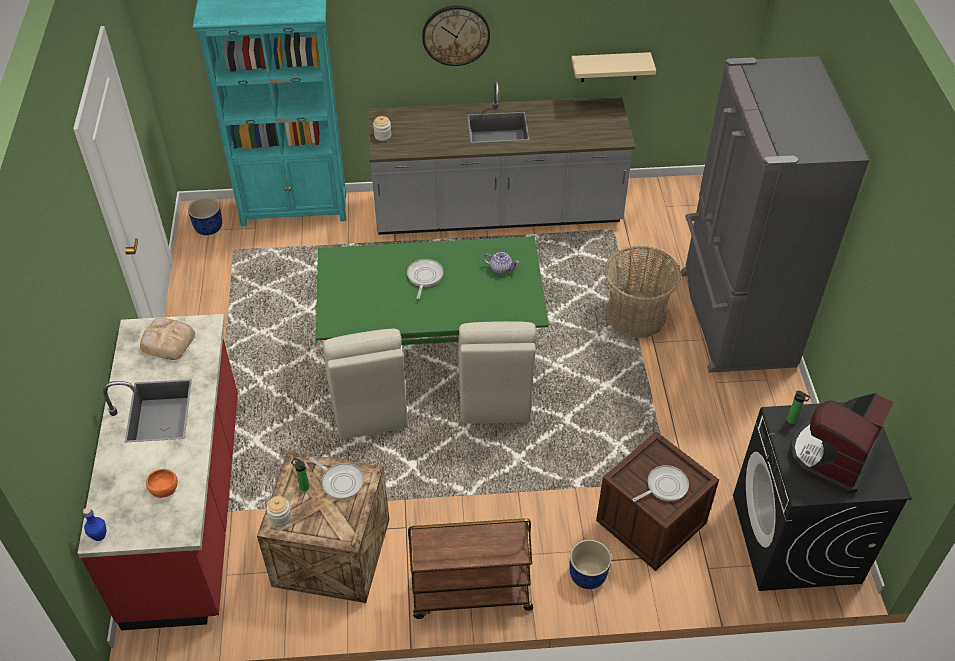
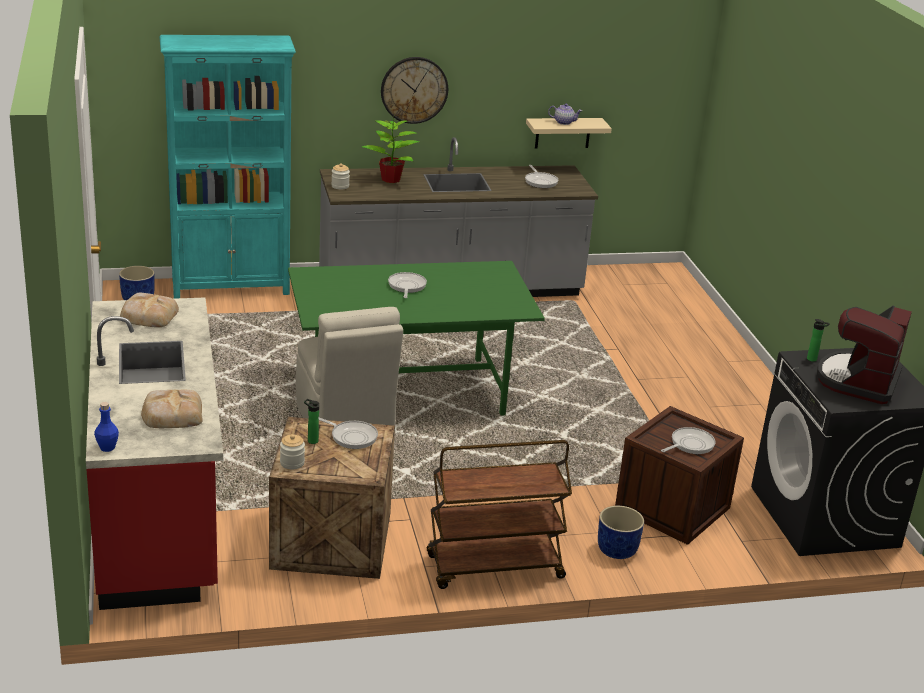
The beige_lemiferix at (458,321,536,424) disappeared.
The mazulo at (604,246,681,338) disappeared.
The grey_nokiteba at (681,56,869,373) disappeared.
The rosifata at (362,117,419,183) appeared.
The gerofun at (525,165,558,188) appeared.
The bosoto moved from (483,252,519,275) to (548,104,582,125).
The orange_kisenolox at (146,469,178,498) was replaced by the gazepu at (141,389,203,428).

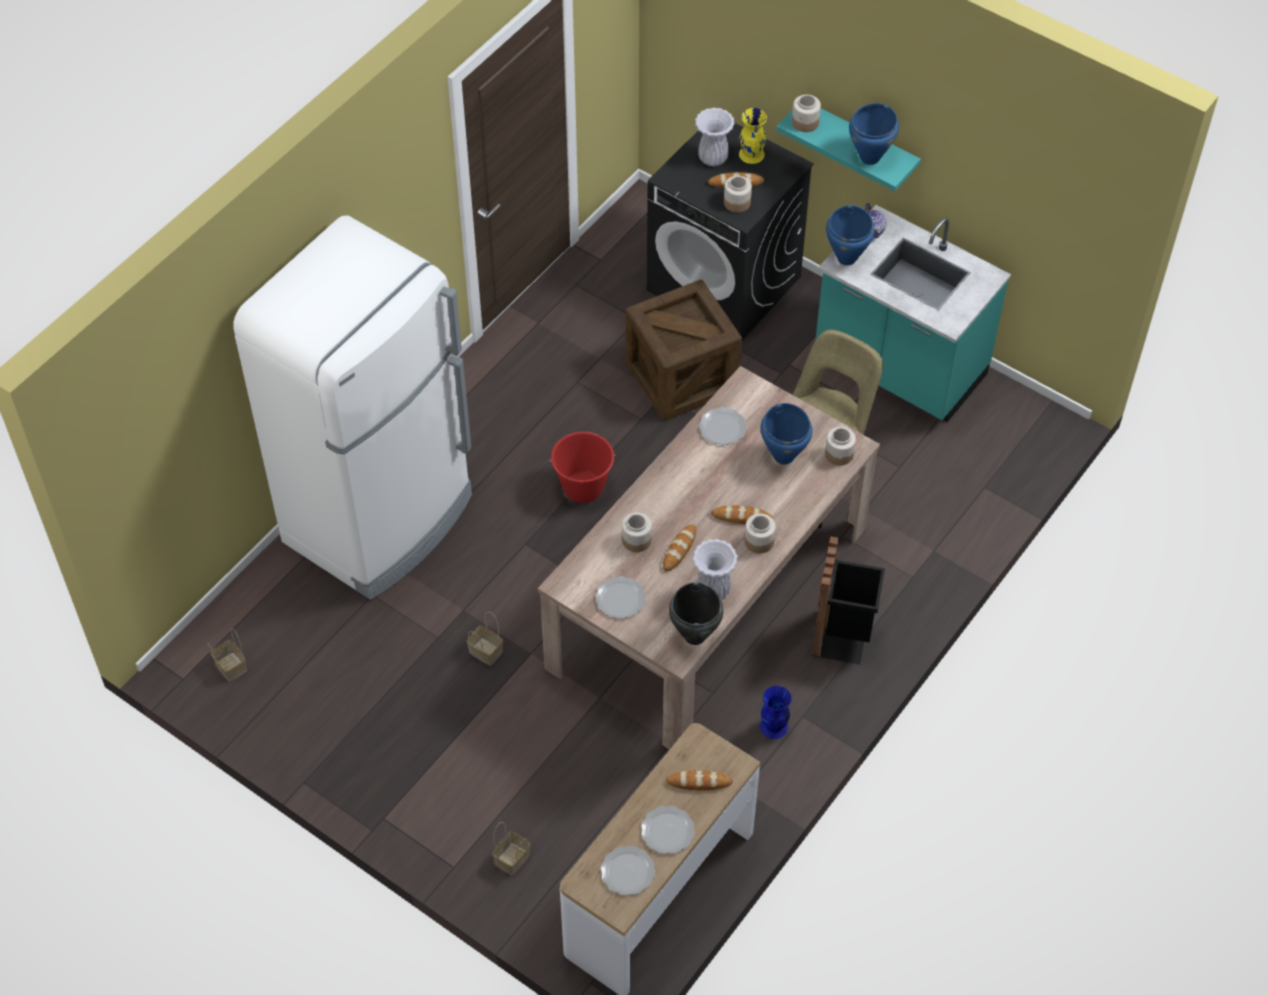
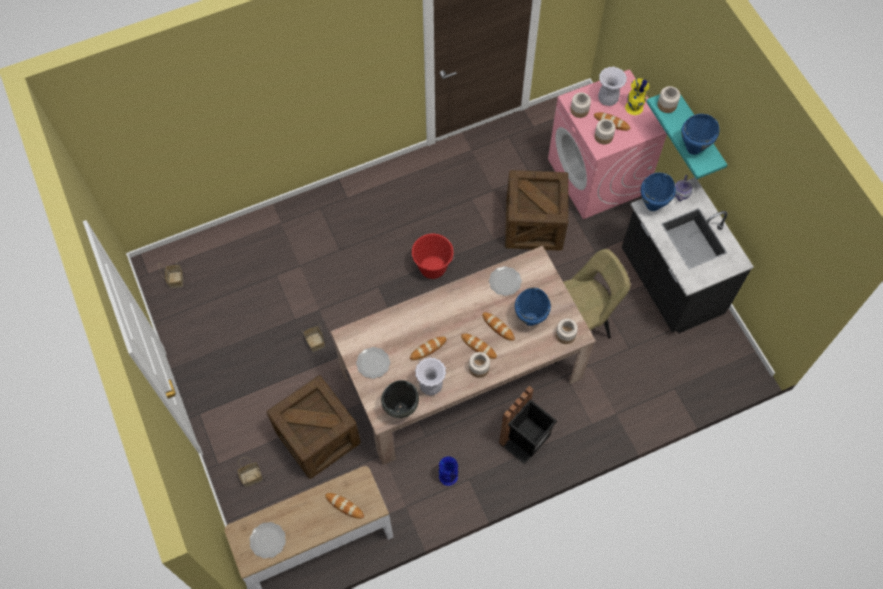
The white_nokiteba at (233,215,472,600) disappeared.
The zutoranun at (641,806,695,854) disappeared.
The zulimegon at (267,375,361,479) appeared.
The gazepu at (482,312,515,341) appeared.
The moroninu moved from (622,512,652,552) to (570,93,591,118).
The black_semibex at (647,123,814,340) became the pink_semibex at (548,69,667,219).
The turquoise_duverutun at (816,205,1011,422) became the black_duverutun at (622,177,754,333).

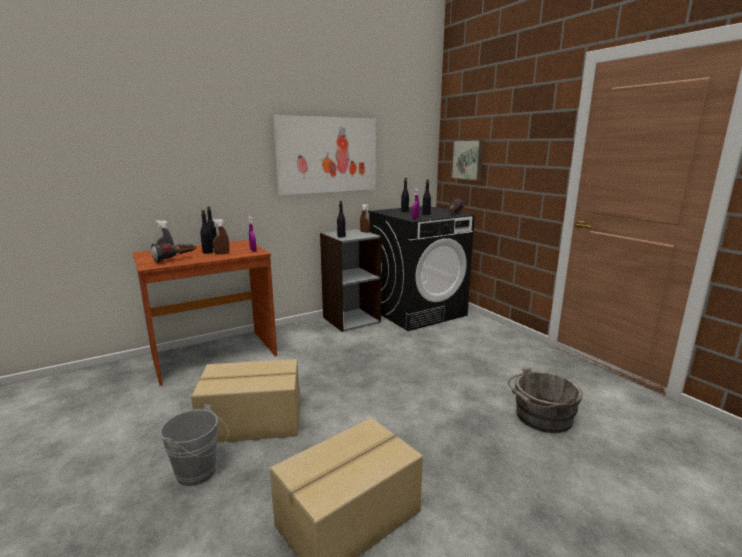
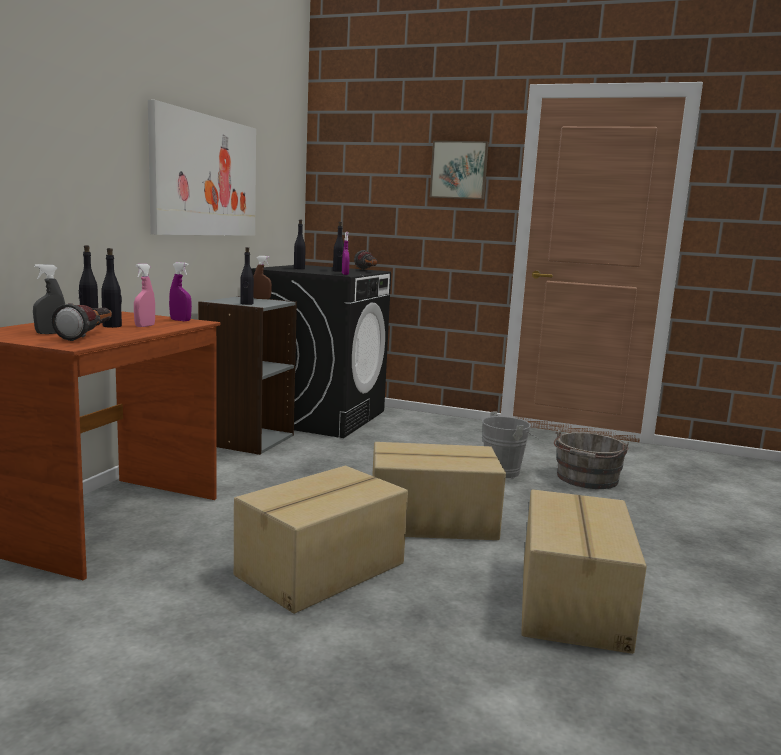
The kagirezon at (372,442,506,540) appeared.
The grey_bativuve moved from (160,404,229,487) to (482,411,538,479).
The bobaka moved from (451,140,484,181) to (430,141,489,200).
The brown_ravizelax at (212,219,229,255) became the pink_ravizelax at (134,264,155,327).

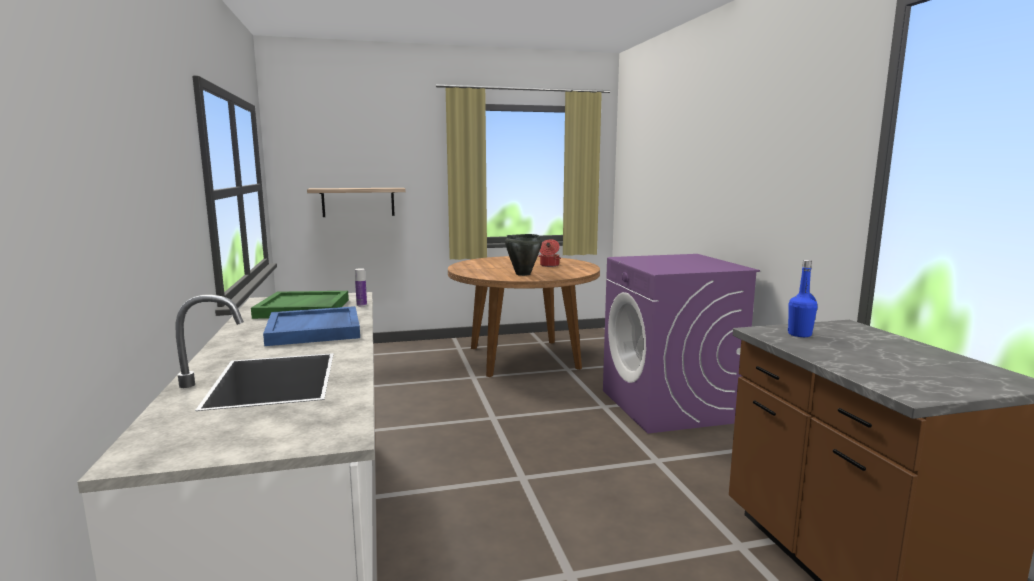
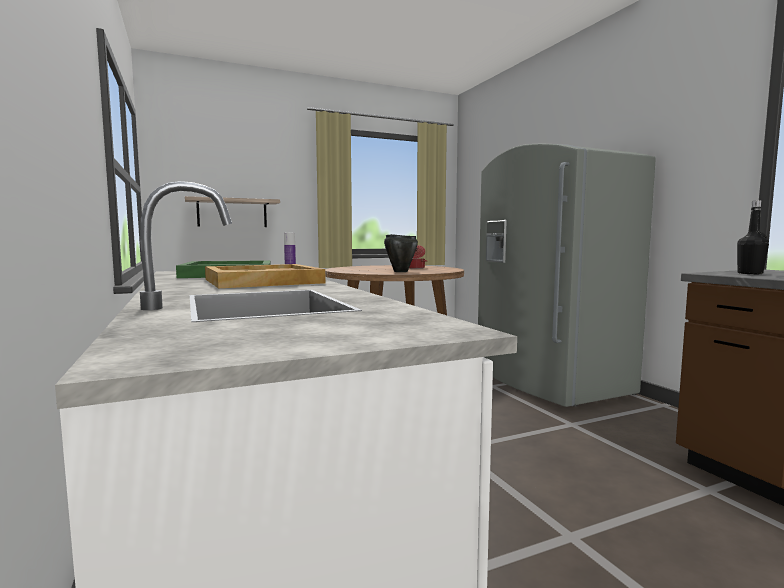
The purple_semibex at (603,254,760,434) was replaced by the grey_nokiteba at (478,143,656,407).
The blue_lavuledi at (263,306,360,346) became the beige_lavuledi at (205,264,326,288).
The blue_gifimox at (788,260,818,337) became the black_gifimox at (737,200,769,274).

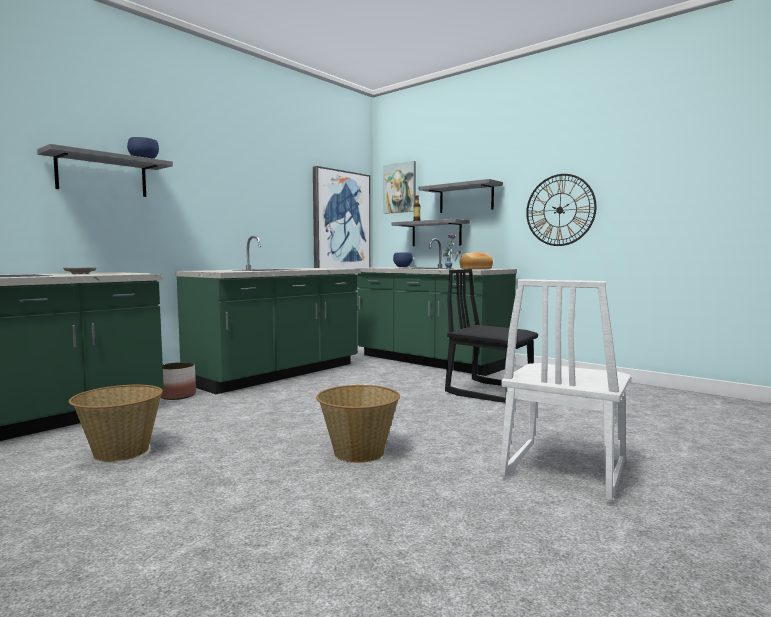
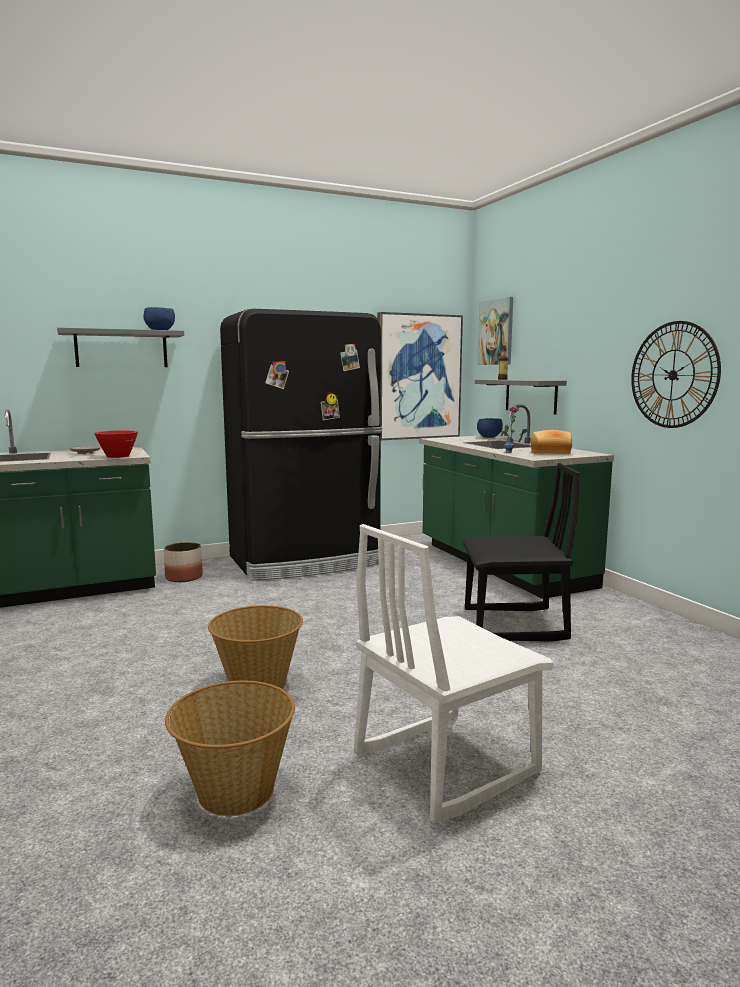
The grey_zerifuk at (419,179,503,213) disappeared.
The red_kisenolox at (94,430,138,458) appeared.
The mazulo moved from (69,385,163,462) to (165,681,295,816).
The green_duverutun at (175,236,361,394) was replaced by the black_nokiteba at (220,309,382,581).
The black_lemiferix at (445,269,538,403) turned 120 degrees clockwise.

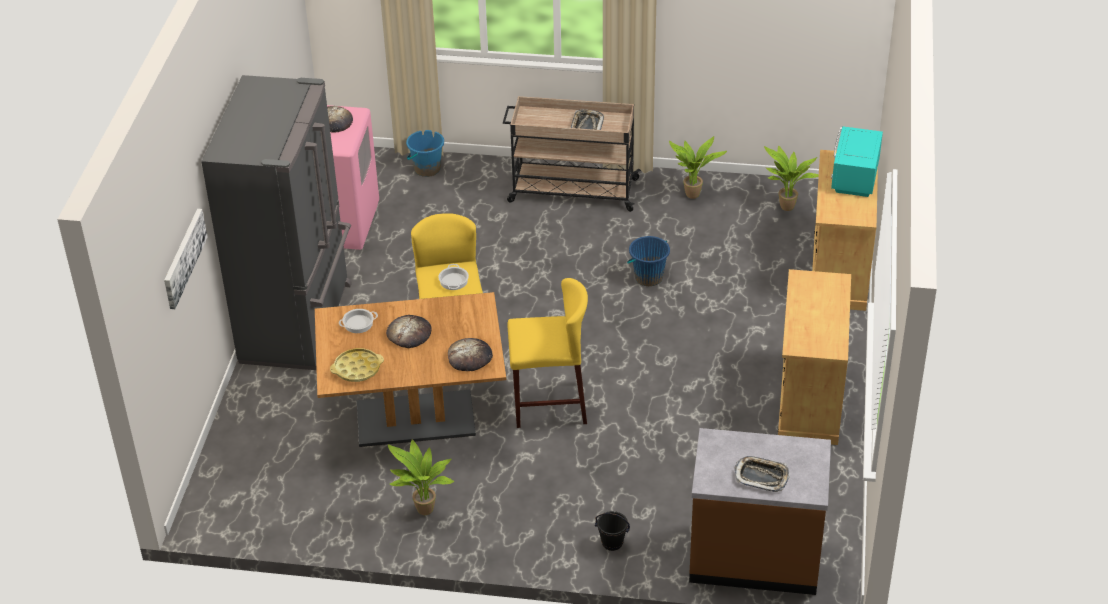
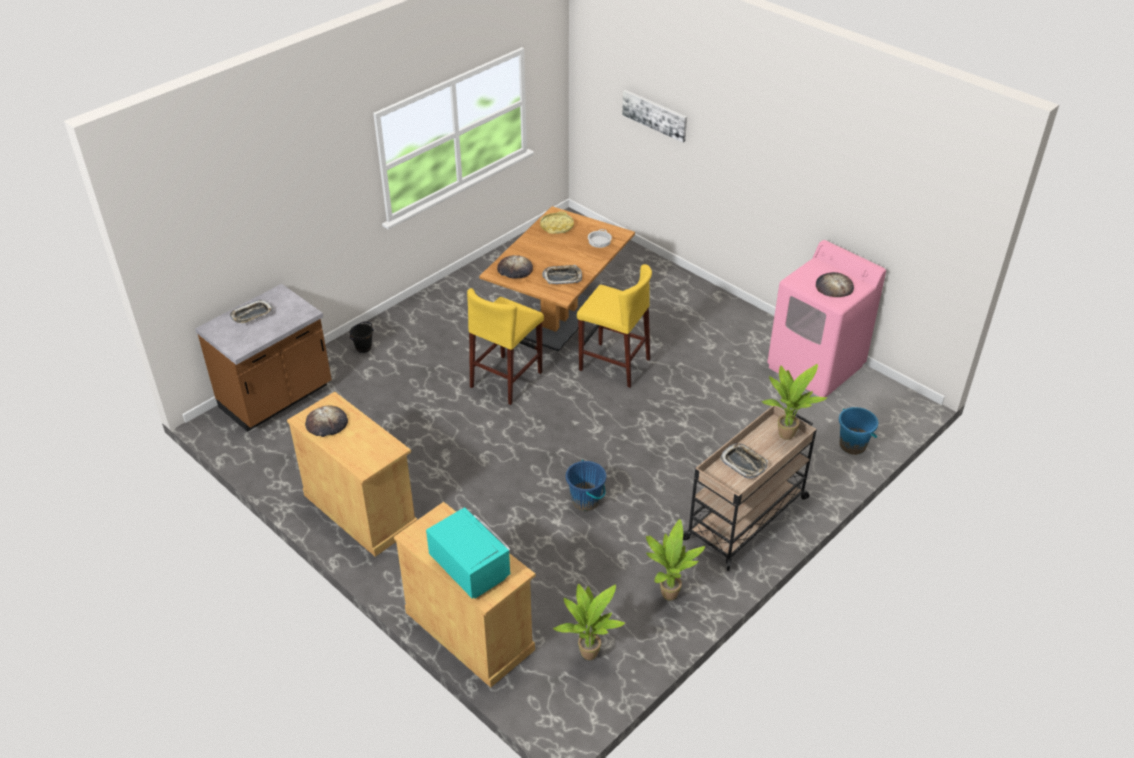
The grey_nokiteba at (201,75,352,370) disappeared.
The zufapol at (438,264,469,290) disappeared.
The lavuledi at (542,265,582,284) appeared.
The gazepu moved from (386,315,432,348) to (305,405,348,437).
The rosifata moved from (388,439,454,515) to (761,364,828,440).

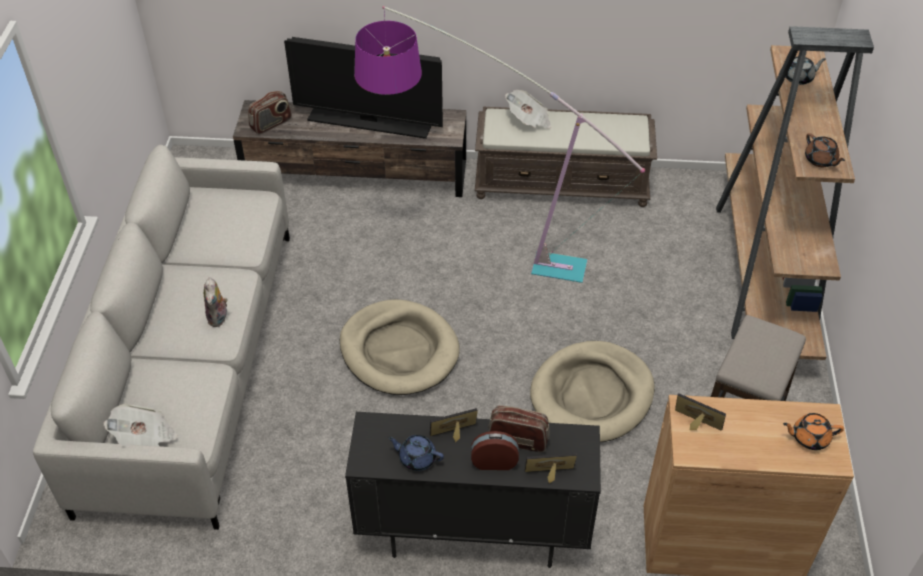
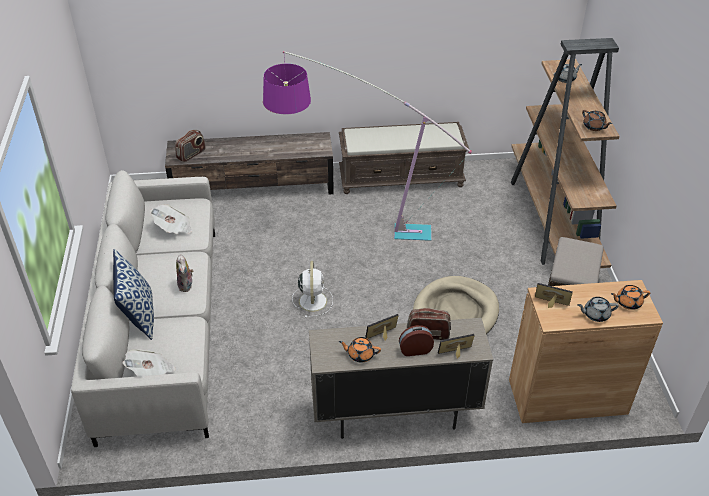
The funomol at (284,37,443,139) disappeared.
The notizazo at (113,249,154,340) appeared.
The grey_bosoto at (578,297,619,322) appeared.
The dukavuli moved from (505,90,551,129) to (150,204,192,234).
The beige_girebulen at (340,299,460,395) was replaced by the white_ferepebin at (292,261,333,318).
The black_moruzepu at (345,412,601,568) became the beige_moruzepu at (309,318,493,439).
The blue_bosoto at (387,435,444,471) became the orange_bosoto at (339,337,381,362).

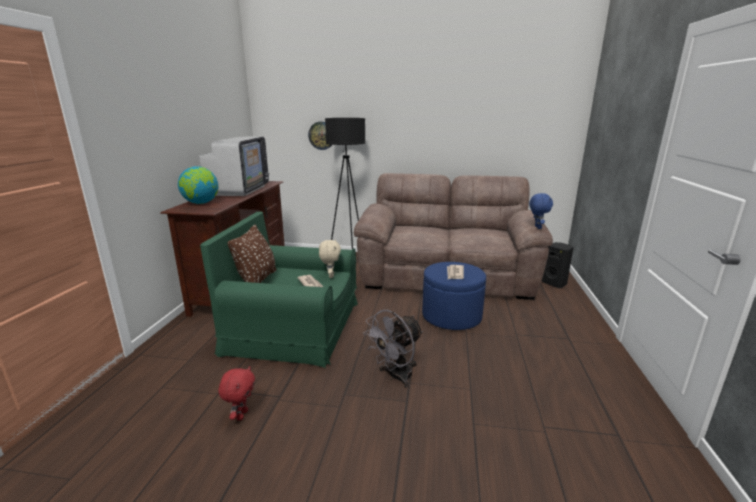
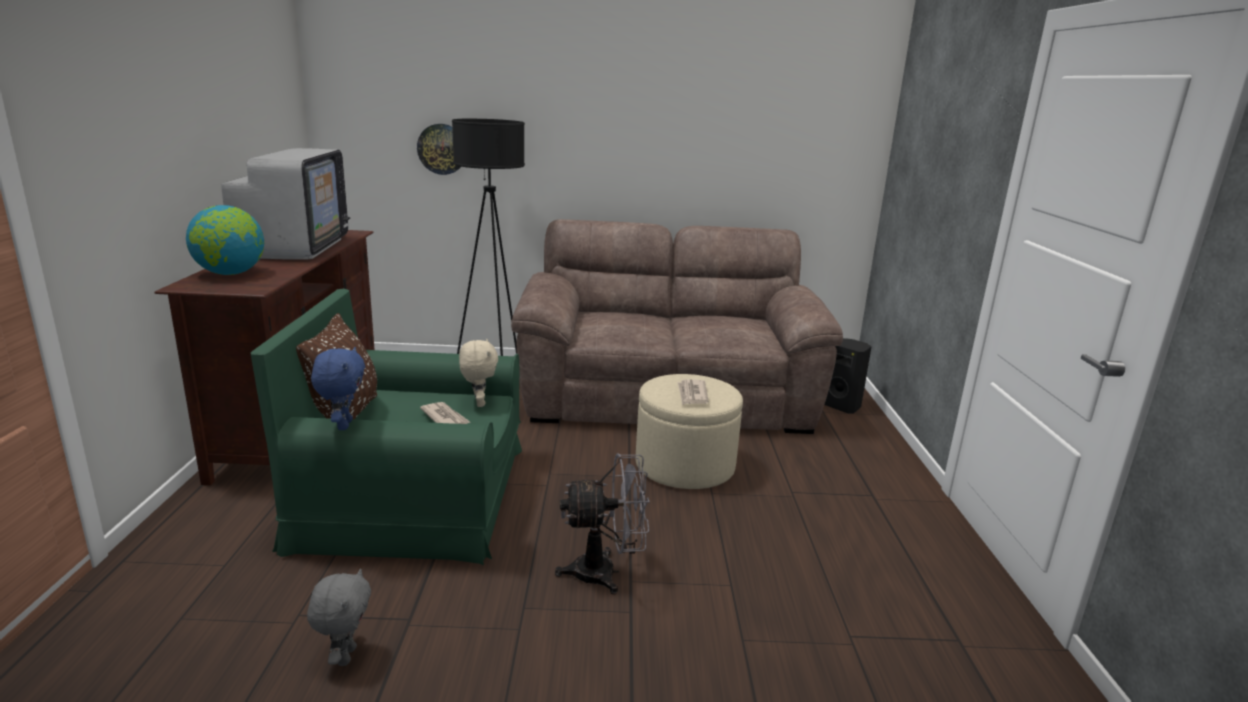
The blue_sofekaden moved from (529,193,553,229) to (311,347,365,430).
The red_sofekaden at (218,366,255,421) became the grey_sofekaden at (307,568,371,666).
The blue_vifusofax at (422,262,486,330) became the beige_vifusofax at (635,374,743,489).
The grey_ferepebin at (363,310,423,388) turned 135 degrees counterclockwise.

